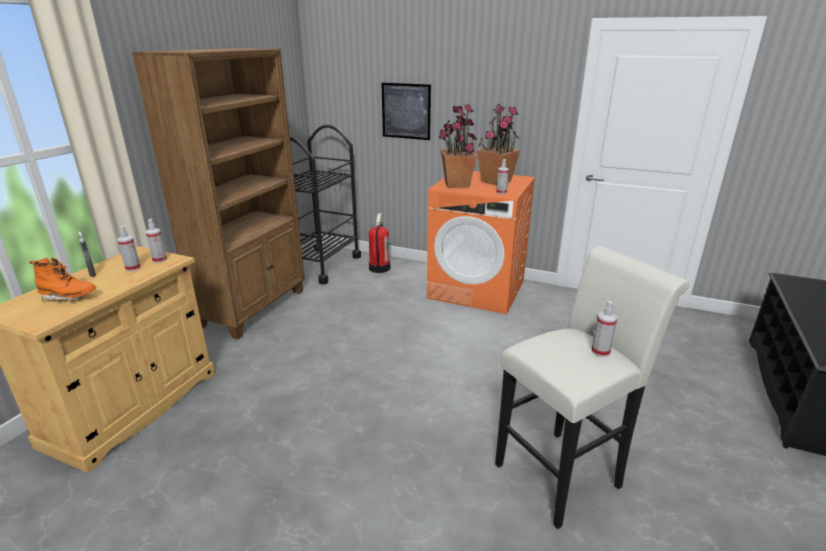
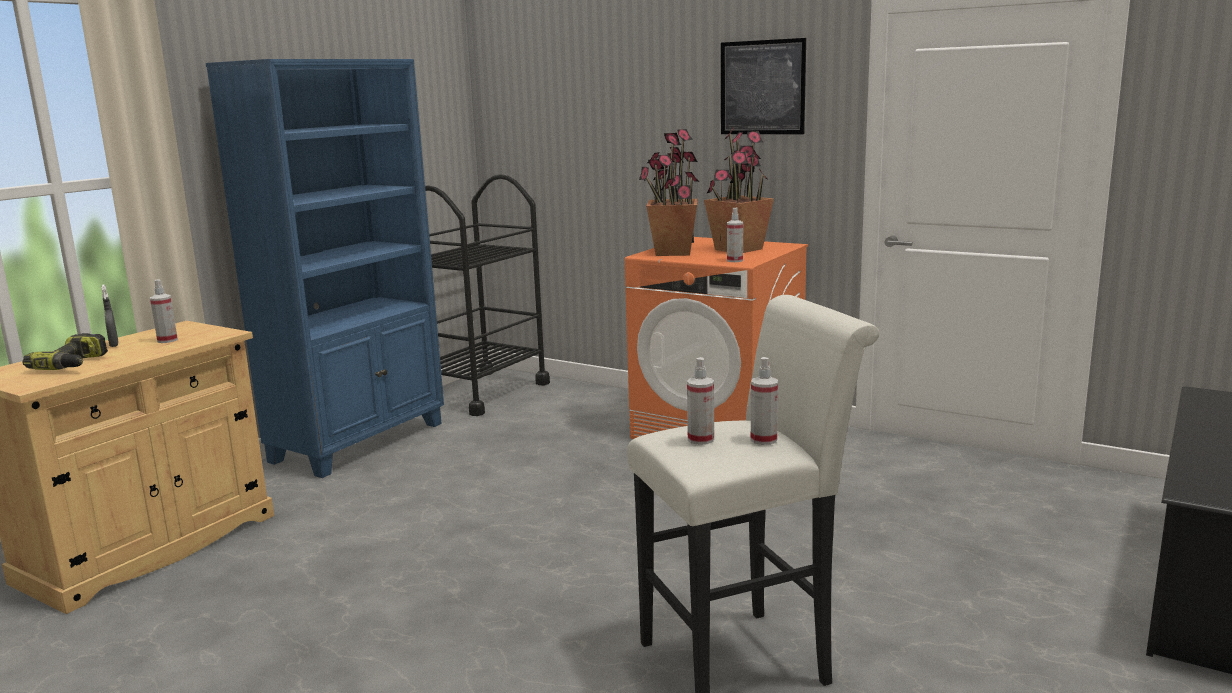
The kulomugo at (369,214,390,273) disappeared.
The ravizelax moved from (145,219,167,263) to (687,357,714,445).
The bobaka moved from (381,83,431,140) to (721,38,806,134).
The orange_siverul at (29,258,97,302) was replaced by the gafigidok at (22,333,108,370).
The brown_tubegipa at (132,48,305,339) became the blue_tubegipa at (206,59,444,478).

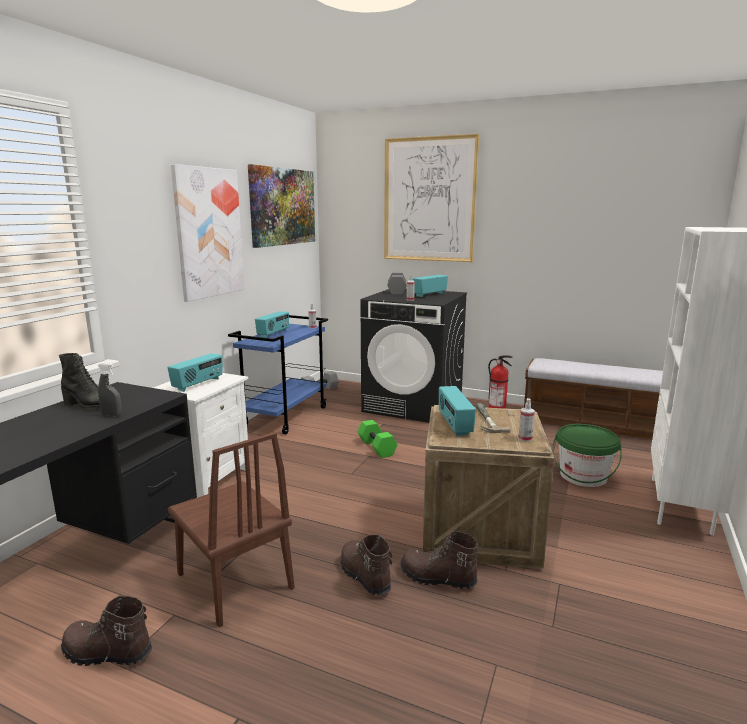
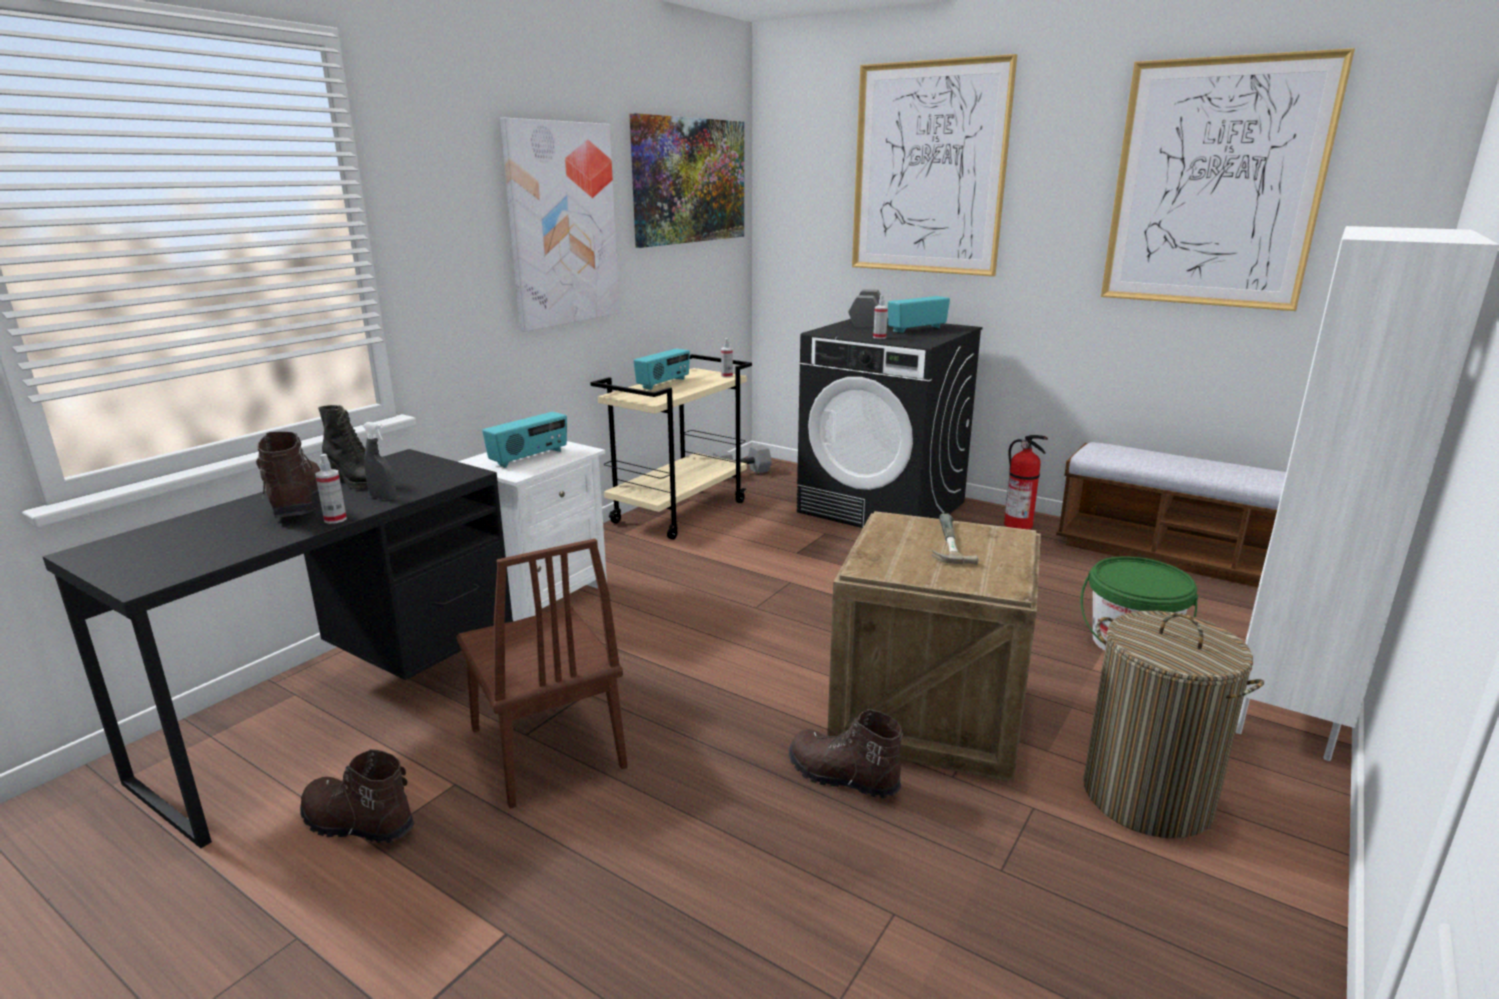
The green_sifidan at (357,420,398,458) disappeared.
The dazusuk at (439,386,476,436) disappeared.
The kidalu at (1083,611,1264,838) appeared.
The bobaka at (1101,48,1355,311) appeared.
The brown_siverul moved from (340,535,392,595) to (256,432,321,518).
The ravizelax moved from (518,398,535,442) to (315,454,347,524).
The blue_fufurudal at (228,315,328,434) became the beige_fufurudal at (590,354,752,540).

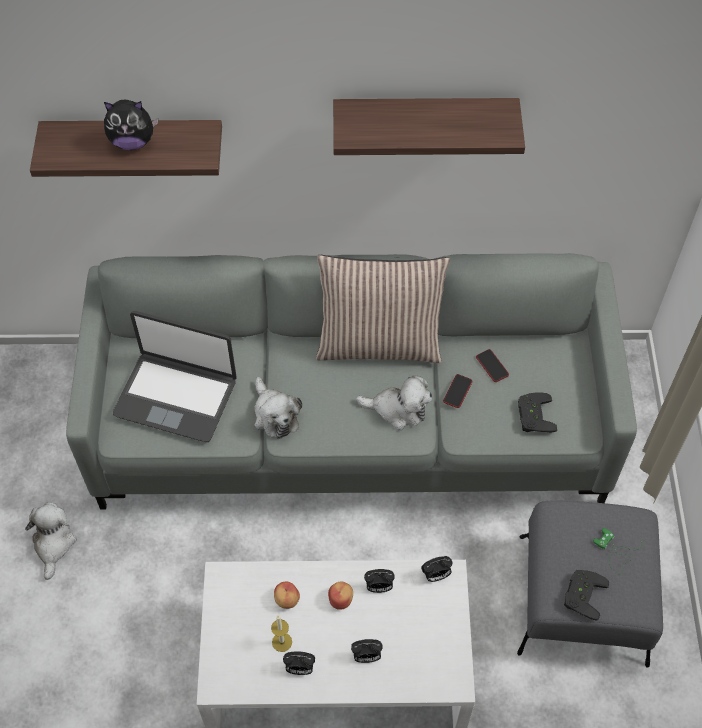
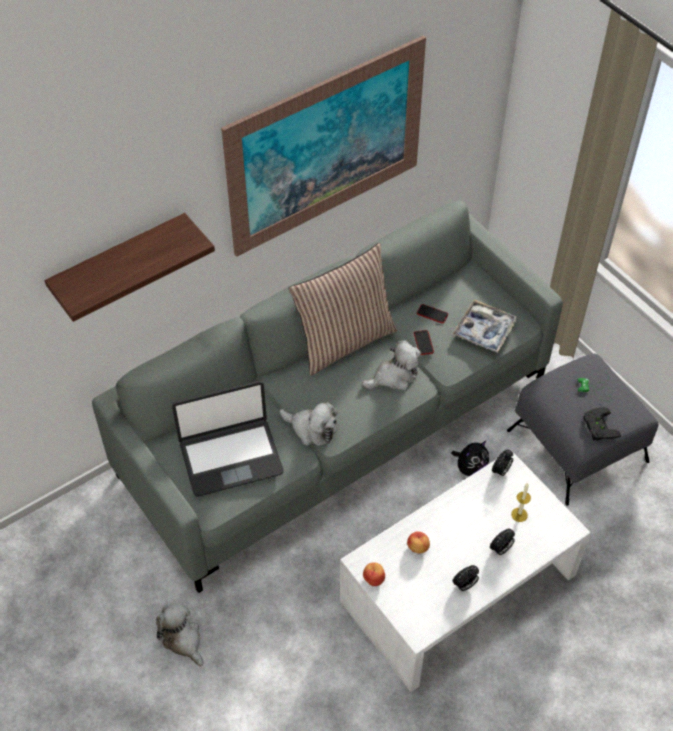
The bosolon at (364,569,395,593) disappeared.
The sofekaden moved from (104,99,158,150) to (451,441,489,476).
The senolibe moved from (271,615,292,652) to (511,483,531,522).
The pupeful moved from (328,581,353,610) to (363,562,385,586).
The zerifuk at (333,98,525,155) was replaced by the bobaka at (221,35,426,257).
The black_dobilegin at (518,392,557,432) was replaced by the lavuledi at (452,299,518,353).

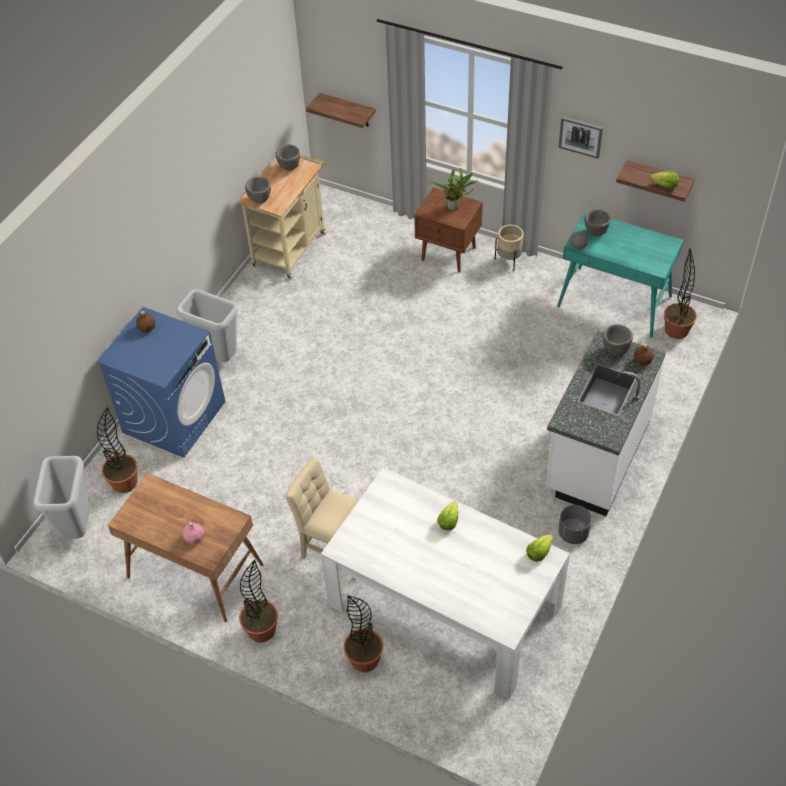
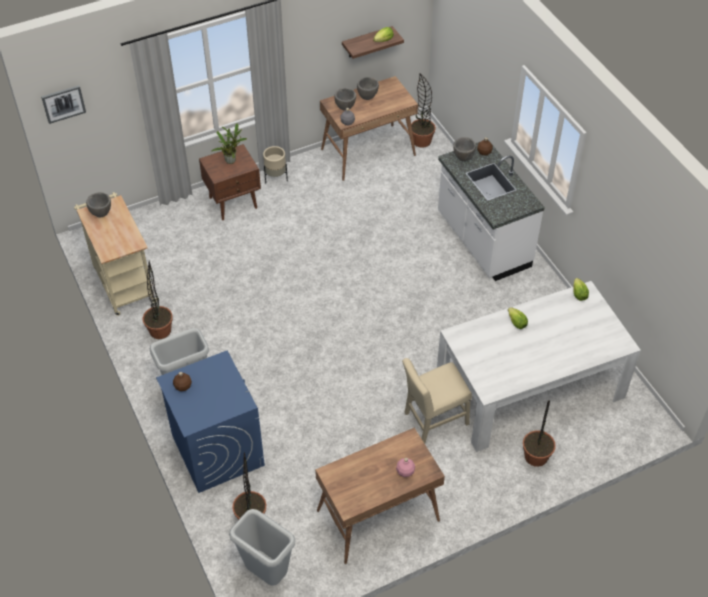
The zerifuk at (306,93,376,128) disappeared.
The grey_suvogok at (558,505,592,544) disappeared.
The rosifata moved from (239,560,278,642) to (143,261,173,339).
The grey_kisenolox moved from (245,176,271,204) to (357,77,379,100).
The bobaka moved from (558,116,603,159) to (41,85,86,124).
The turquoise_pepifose at (557,211,684,338) became the brown_pepifose at (320,76,418,181).

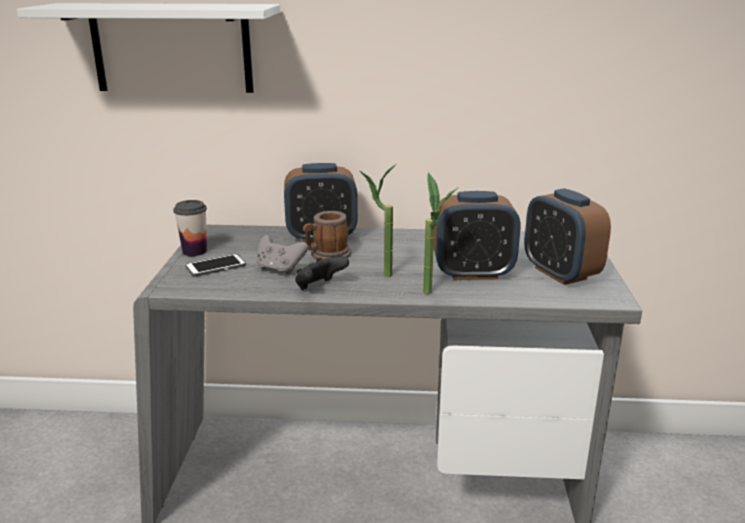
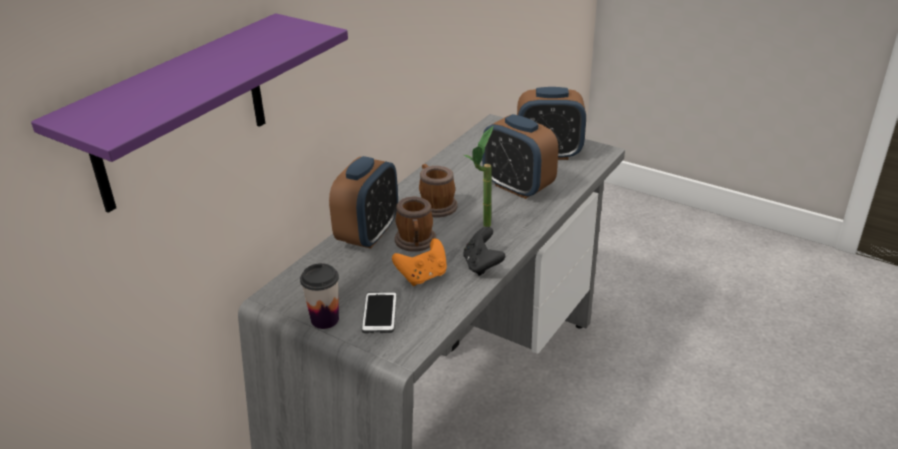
The rosifata at (423,173,459,294) disappeared.
The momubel at (419,164,457,218) appeared.
The white_zerifuk at (17,3,280,93) became the purple_zerifuk at (31,13,348,213).
The grey_dobilegin at (257,235,308,275) became the orange_dobilegin at (392,238,447,286).
The bosolon at (433,191,521,280) turned 105 degrees clockwise.

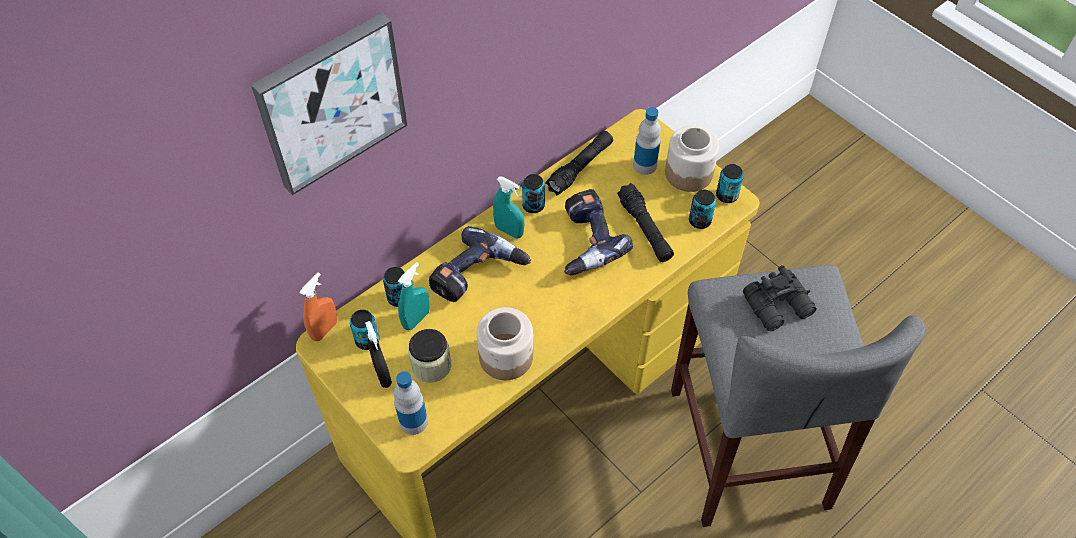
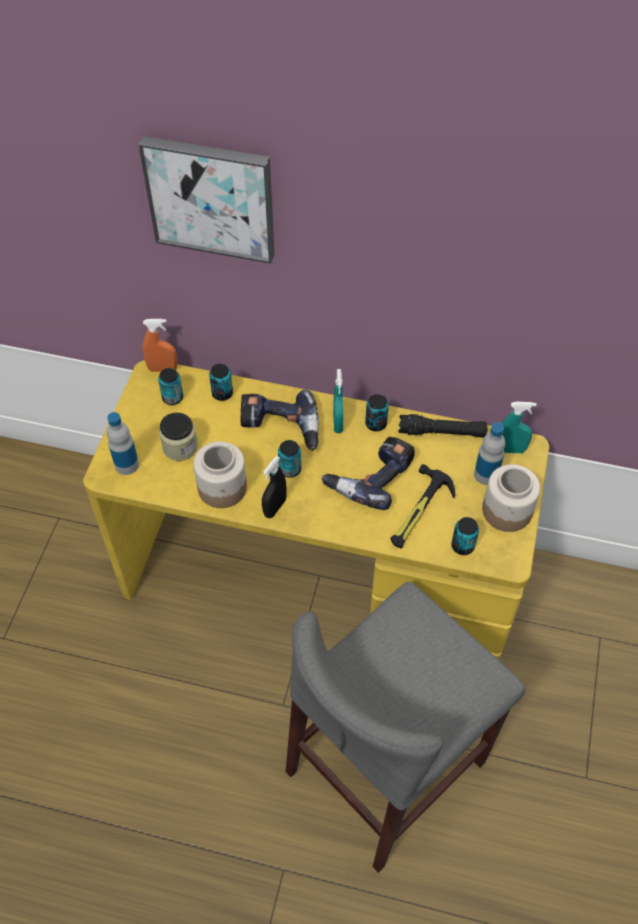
The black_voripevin at (743,265,816,331) disappeared.
The black_ravizelax moved from (365,321,392,388) to (262,456,287,518).
The turquoise_ravizelax moved from (398,262,430,330) to (501,402,537,453).
The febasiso moved from (716,164,744,203) to (278,440,301,478).
The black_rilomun at (617,183,674,262) was replaced by the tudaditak at (391,464,455,548).

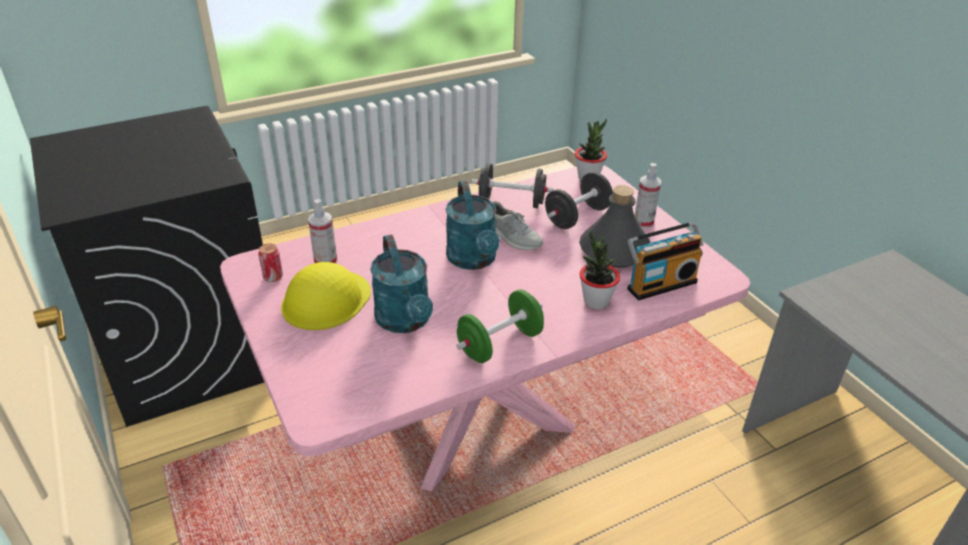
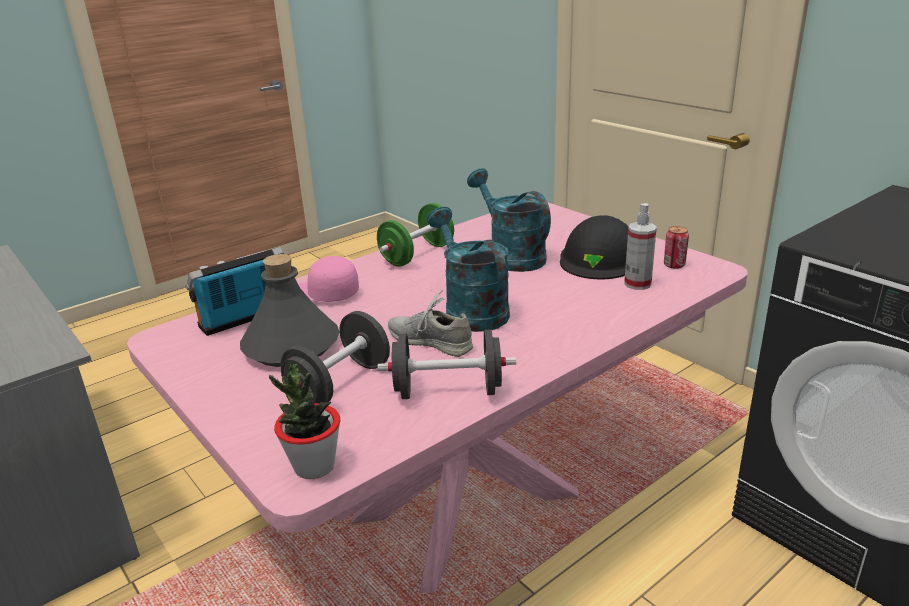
The ravizelax at (635,163,661,229) disappeared.
The rosifata at (580,231,620,309) was replaced by the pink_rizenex at (298,256,359,302).
The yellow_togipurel at (281,262,371,330) became the black_togipurel at (560,215,628,279).

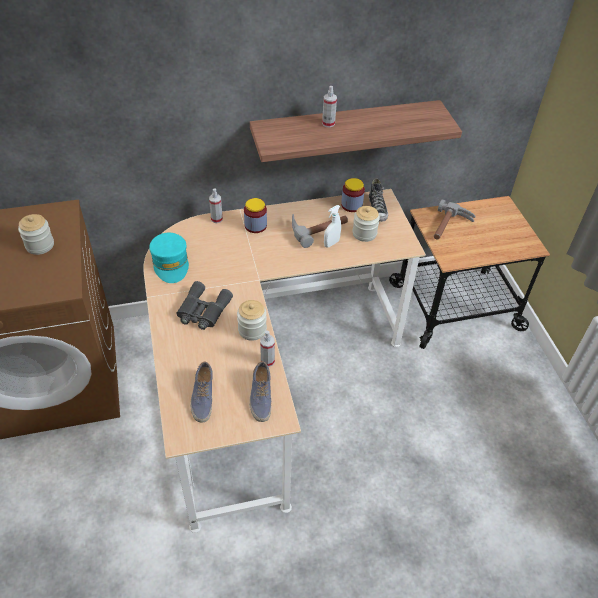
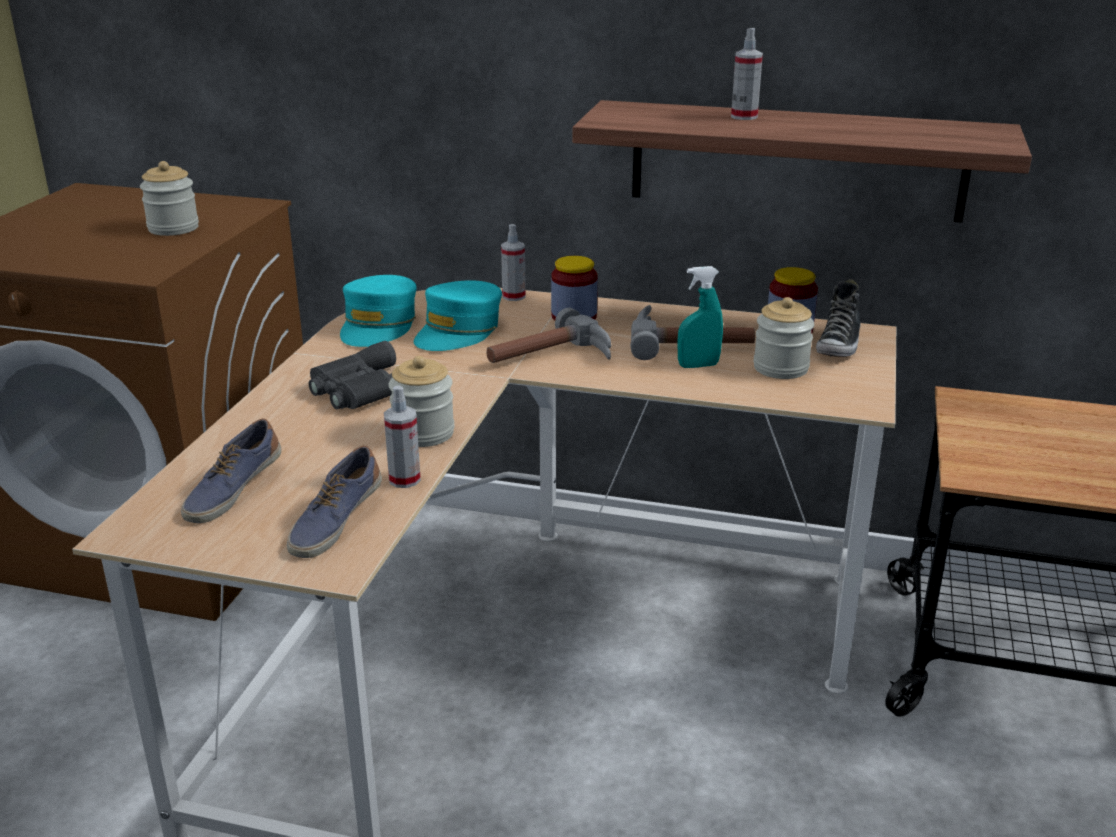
The turquoise_rizenex at (414,280,502,351) appeared.
The tudaditak moved from (434,200,475,240) to (486,308,611,363).
The white_ravizelax at (324,205,341,248) became the turquoise_ravizelax at (677,266,723,368).

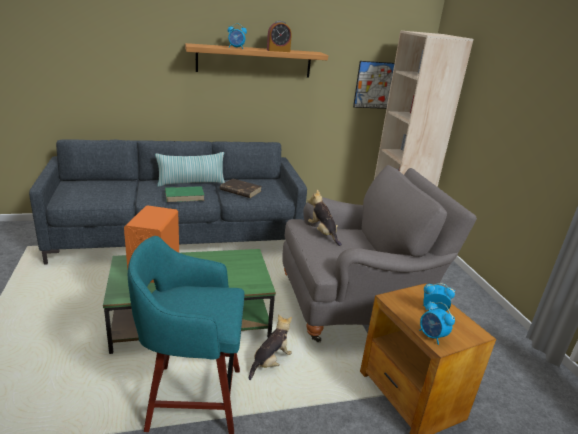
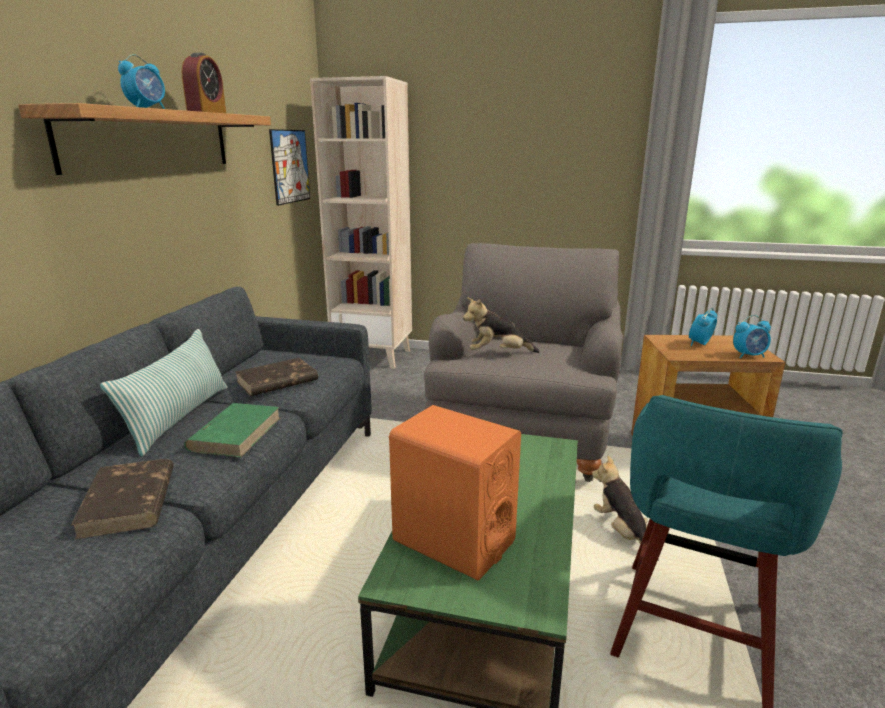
The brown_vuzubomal at (71,459,174,539) appeared.

